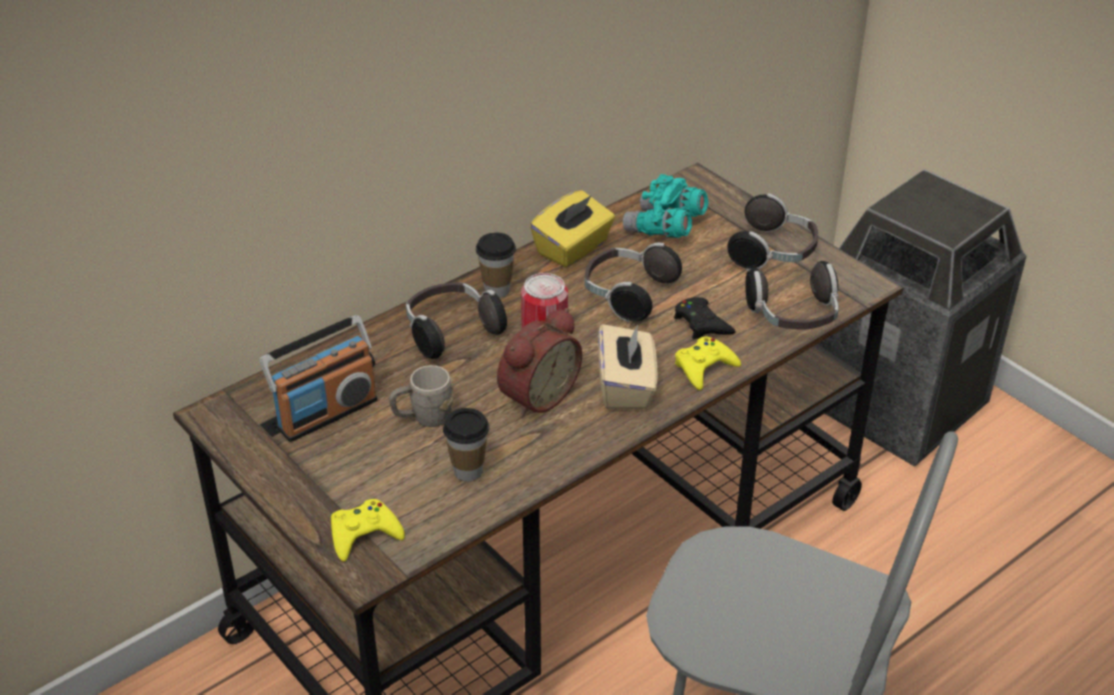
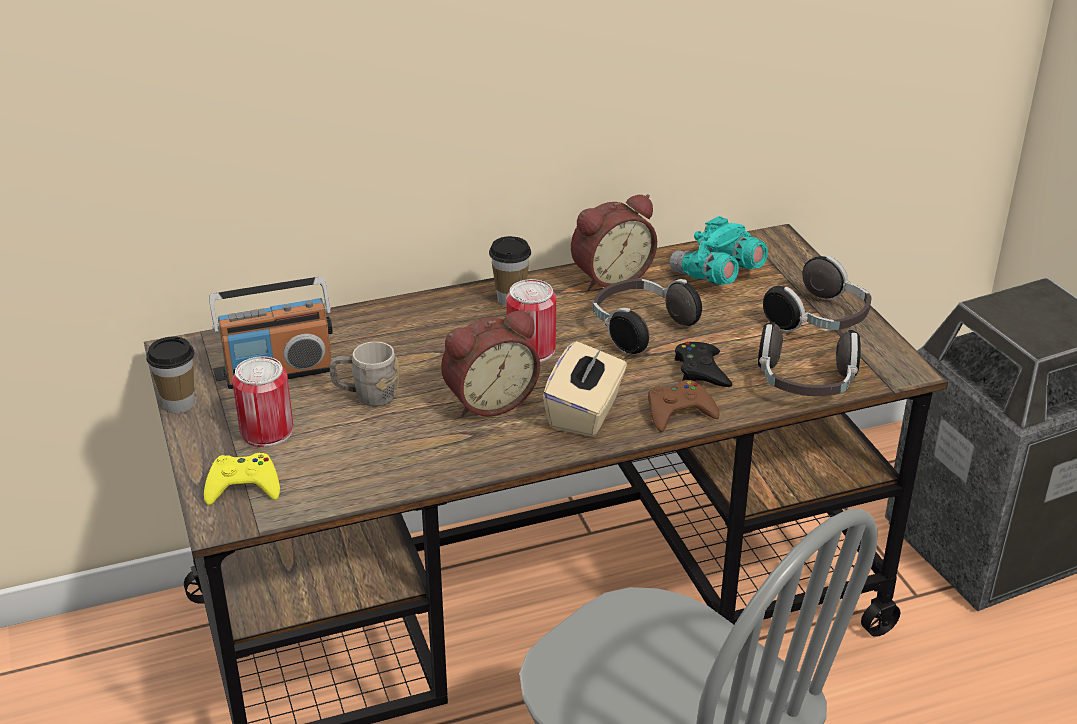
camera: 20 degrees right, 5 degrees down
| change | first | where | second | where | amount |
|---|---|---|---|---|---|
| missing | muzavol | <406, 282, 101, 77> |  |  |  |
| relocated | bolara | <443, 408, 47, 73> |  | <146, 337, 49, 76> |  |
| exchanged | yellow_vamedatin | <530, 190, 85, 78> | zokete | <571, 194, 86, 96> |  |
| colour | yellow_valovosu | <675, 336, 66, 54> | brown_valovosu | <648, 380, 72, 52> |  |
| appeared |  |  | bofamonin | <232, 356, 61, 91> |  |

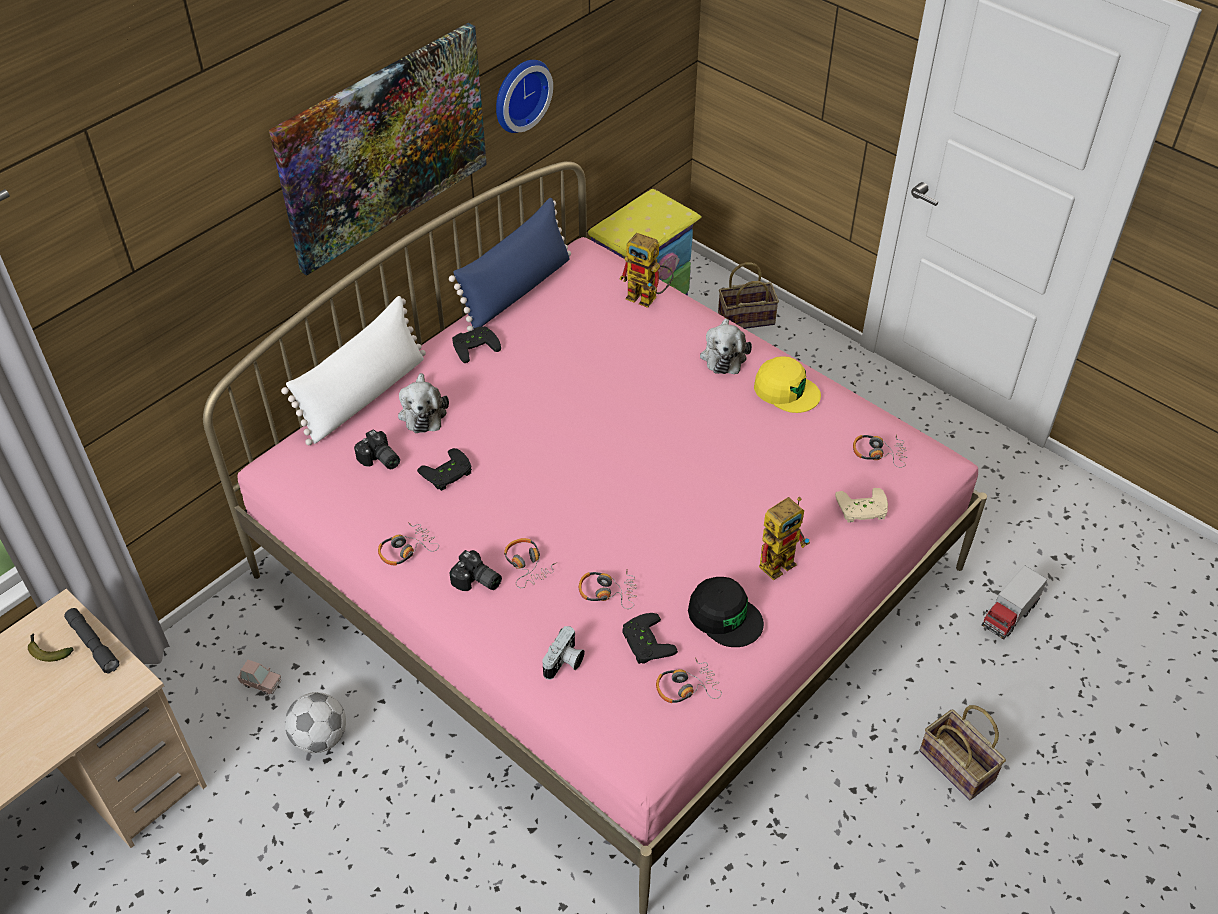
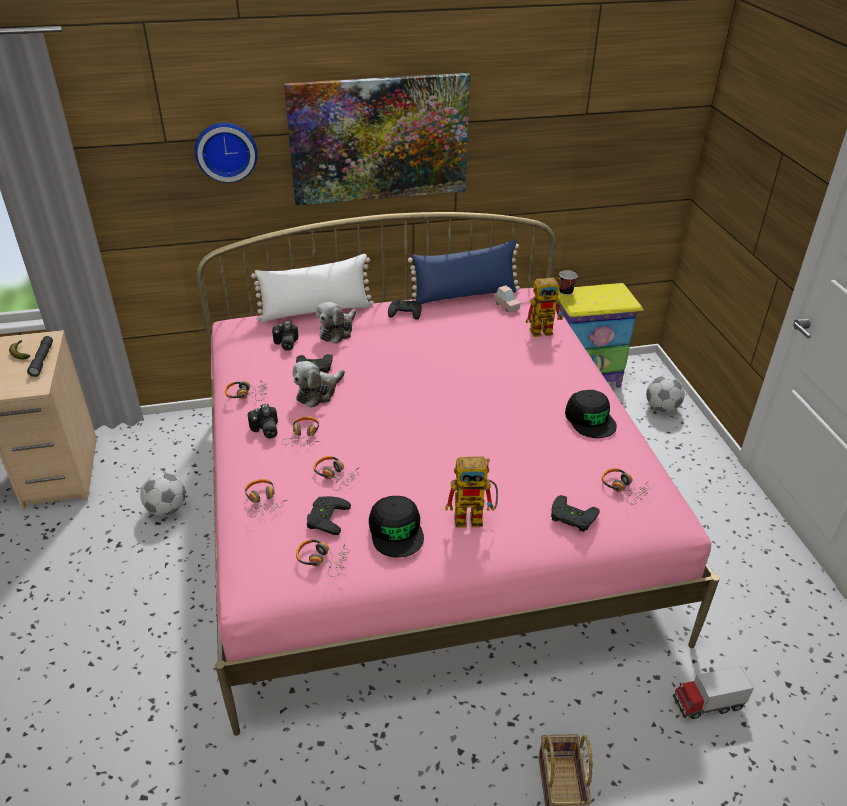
camera: 35 degrees right, 10 degrees down
| change | first | where | second | where | amount |
|---|---|---|---|---|---|
| relocated | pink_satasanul | <237, 660, 44, 35> |  | <494, 285, 27, 27> |  |
| relocated | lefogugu | <496, 60, 57, 73> |  | <195, 123, 63, 60> |  |
| exchanged | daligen | <542, 626, 43, 54> | muzavol | <245, 479, 42, 39> |  |
| spun | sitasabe | <619, 233, 55, 75> |  | <526, 277, 37, 60> | 75 degrees counterclockwise |
| relocated | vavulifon | <700, 318, 52, 56> |  | <292, 361, 53, 47> |  |
| exchanged | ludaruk | <718, 263, 61, 66> | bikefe | <646, 375, 39, 37> |  |
| colour | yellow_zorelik | <754, 356, 67, 57> | black_zorelik | <565, 390, 52, 48> |  |
| colour | beige_valovosu | <835, 488, 53, 35> | black_valovosu | <551, 495, 49, 37> |  |
| appeared |  |  | bolara | <559, 270, 19, 26> |  |

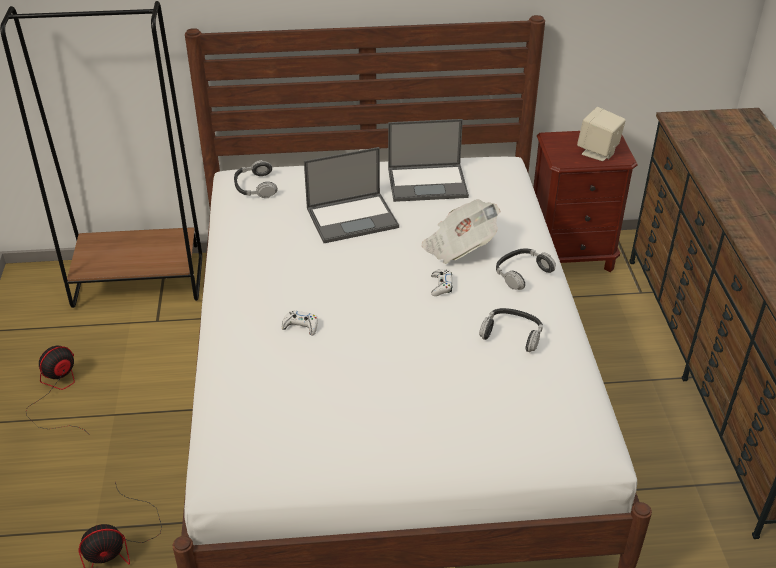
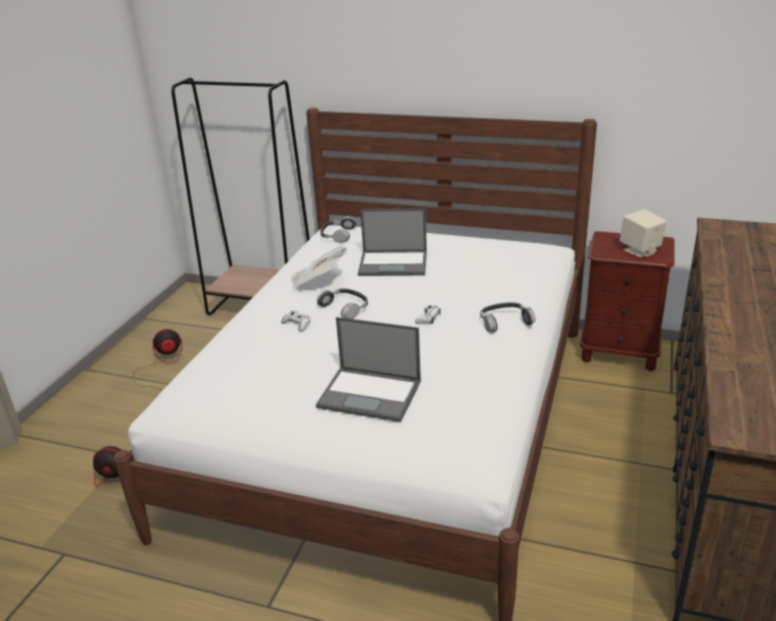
camera: 25 degrees right, 10 degrees down
| change | first | where | second | where | amount |
|---|---|---|---|---|---|
| relocated | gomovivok | <388, 119, 81, 83> |  | <316, 317, 105, 105> |  |
| relocated | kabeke | <421, 199, 80, 65> |  | <291, 245, 56, 43> |  |
| relocated | muzavol | <479, 308, 64, 44> |  | <317, 289, 51, 30> |  |

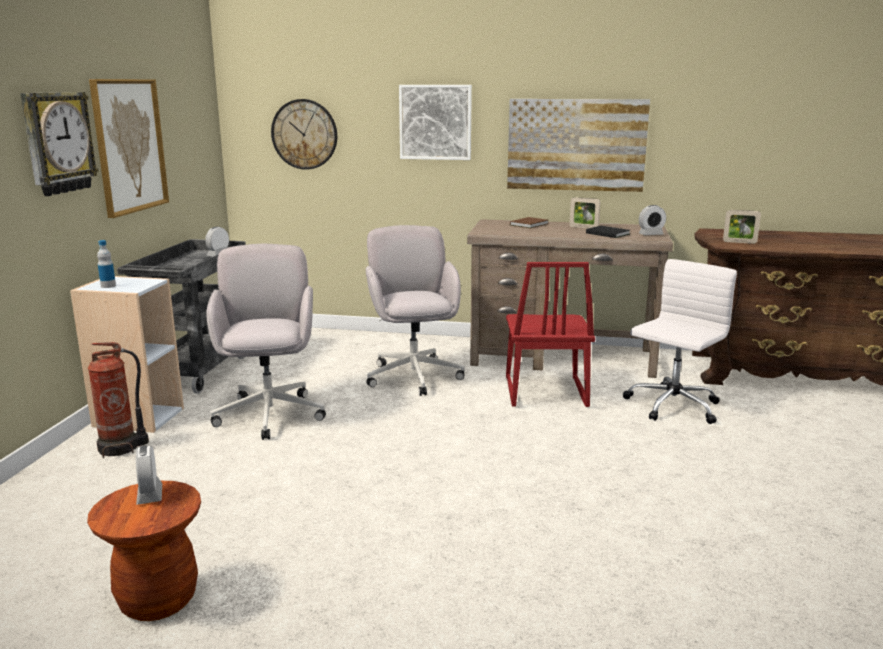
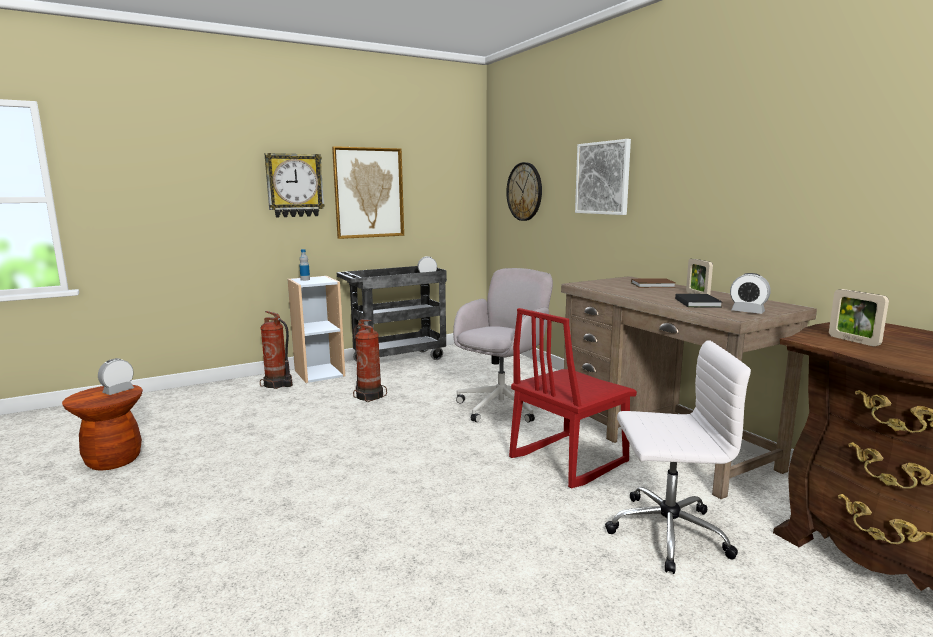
camera: 50 degrees right, 5 degrees down
| change | first | where | second | where | amount |
|---|---|---|---|---|---|
| exchanged | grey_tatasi | <207, 244, 119, 196> | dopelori | <353, 319, 34, 83> |  |
| missing | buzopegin | <507, 99, 143, 93> |  |  |  |

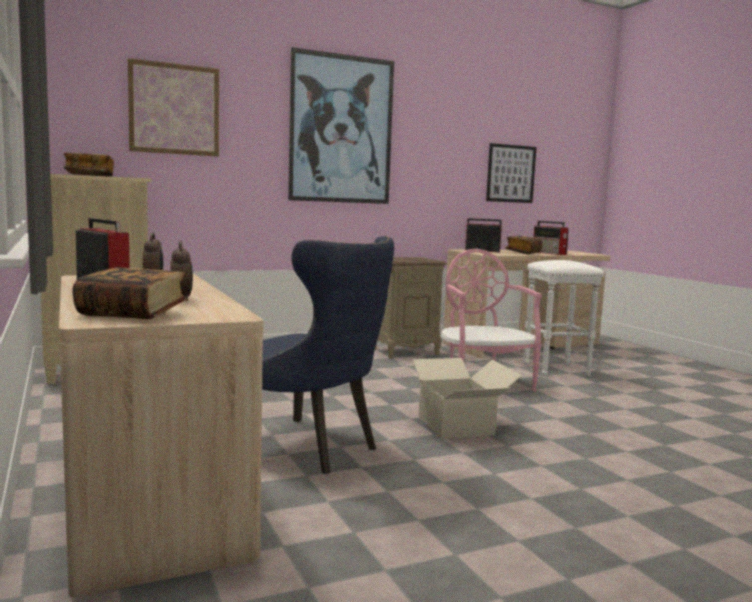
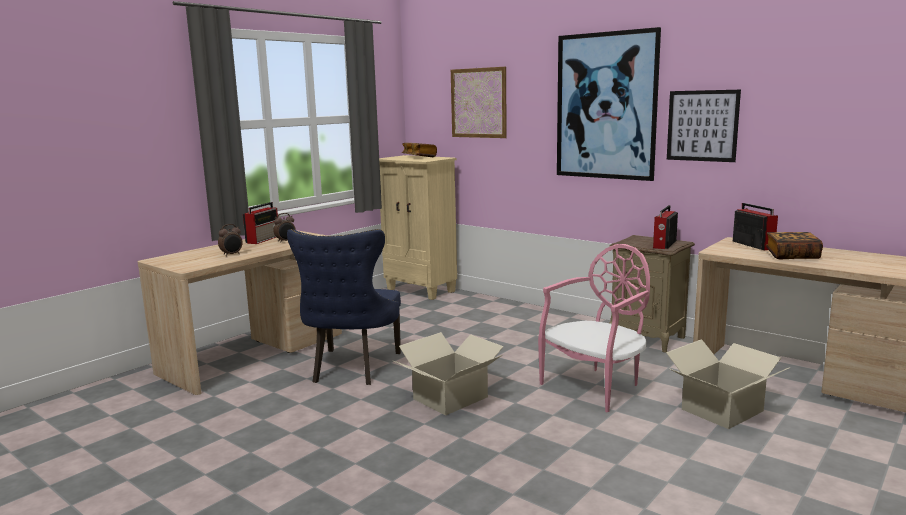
camera: 65 degrees right, 5 degrees up
| change | first | where | second | where | amount |
|---|---|---|---|---|---|
| missing | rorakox | <72, 267, 115, 52> |  |  |  |
| relocated | buzopegin | <486, 143, 50, 60> |  | <667, 90, 74, 72> |  |
| exchanged | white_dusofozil | <524, 260, 80, 116> | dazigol | <666, 339, 125, 90> |  |
| relocated | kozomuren | <534, 221, 35, 34> |  | <653, 205, 25, 44> |  |

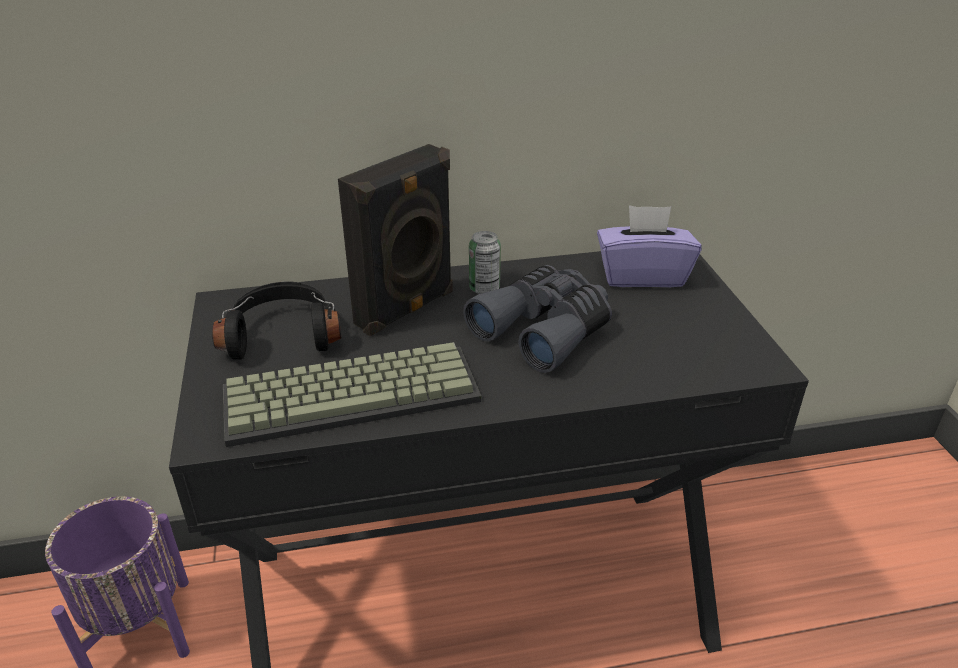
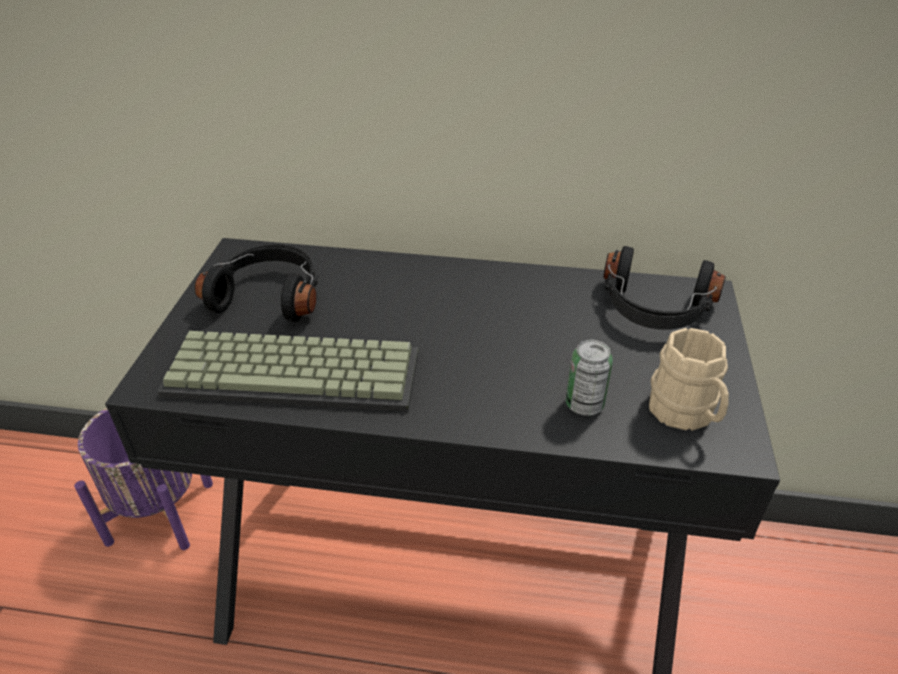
camera: 20 degrees right, 5 degrees up
| change | first | where | second | where | amount |
|---|---|---|---|---|---|
| missing | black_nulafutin | <338, 144, 115, 192> |  |  |  |
| missing | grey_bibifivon | <463, 265, 149, 108> |  |  |  |
| relocated | bofamonin | <469, 231, 32, 63> |  | <566, 340, 47, 76> |  |
| exchanged | purple_vamedatin | <597, 205, 105, 82> | black_muzavol | <603, 246, 123, 84> |  |
| appeared |  |  | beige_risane | <649, 328, 80, 103> |  |

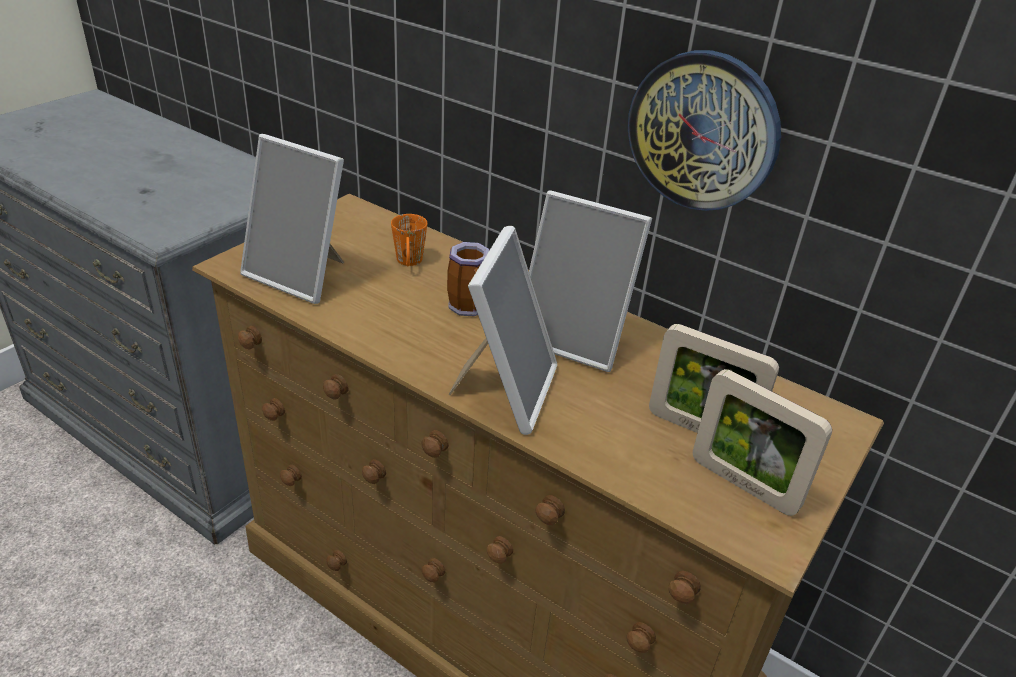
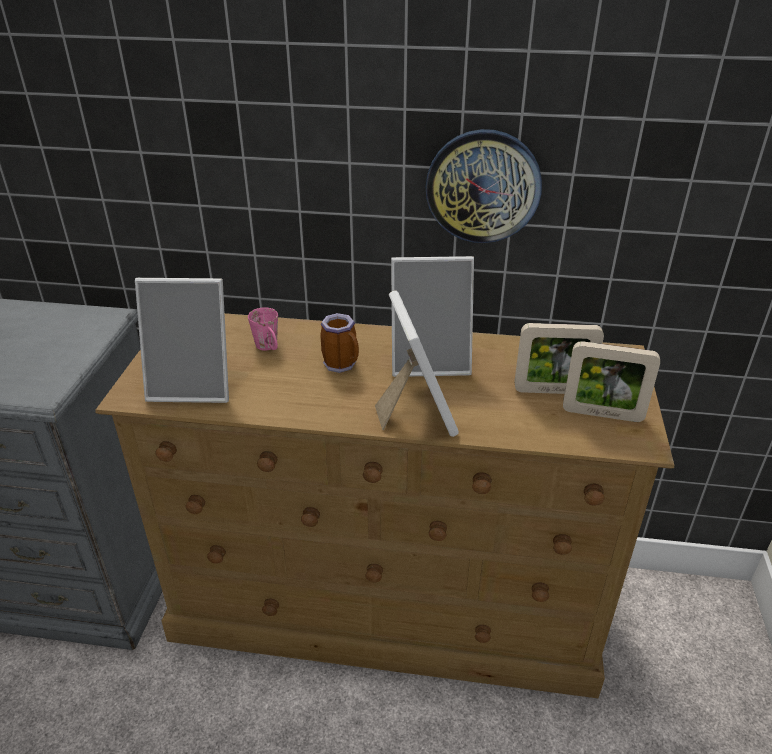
camera: 25 degrees left, 0 degrees up
| change | first | where | second | where | amount |
|---|---|---|---|---|---|
| colour | orange_risane | <391, 214, 36, 52> | pink_risane | <248, 307, 30, 44> |  |

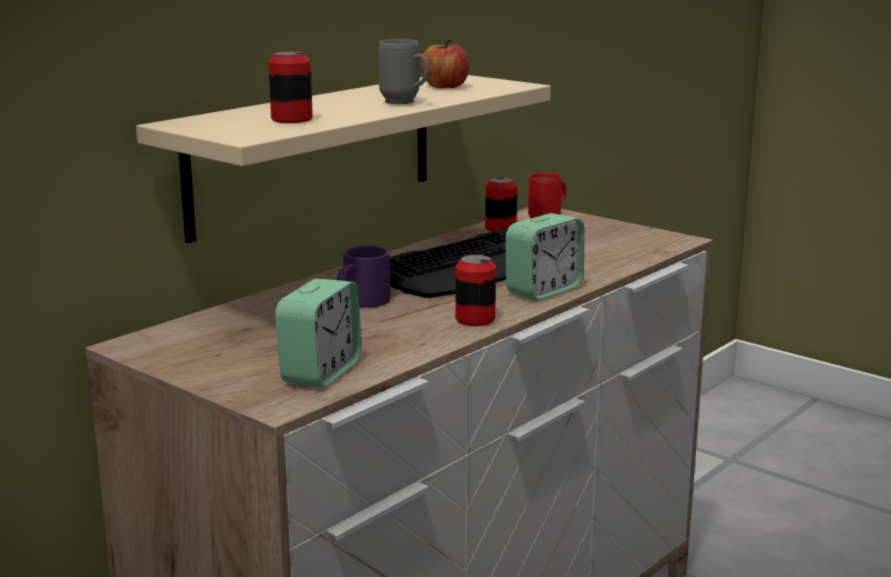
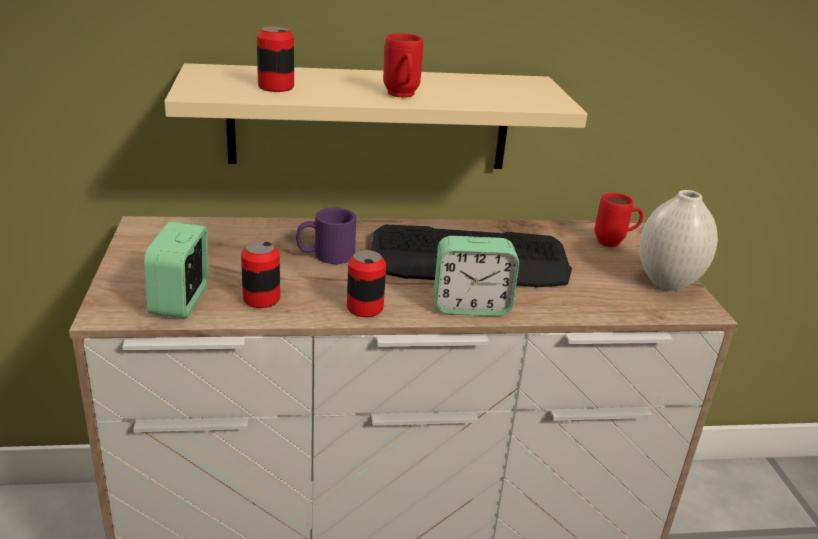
camera: 40 degrees right, 10 degrees up
| change | first | where | second | where | amount |
|---|---|---|---|---|---|
| spun | zokete | <275, 279, 87, 108> |  | <144, 222, 65, 96> | 120 degrees clockwise |
| colour | grey_risane | <378, 39, 51, 65> | red_risane | <383, 33, 40, 65> |  |
| missing | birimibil | <421, 39, 48, 49> |  |  |  |
| relocated | bofamonin | <485, 178, 32, 54> |  | <241, 241, 39, 67> |  |
| appeared |  |  | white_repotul | <639, 190, 79, 101> |  |

